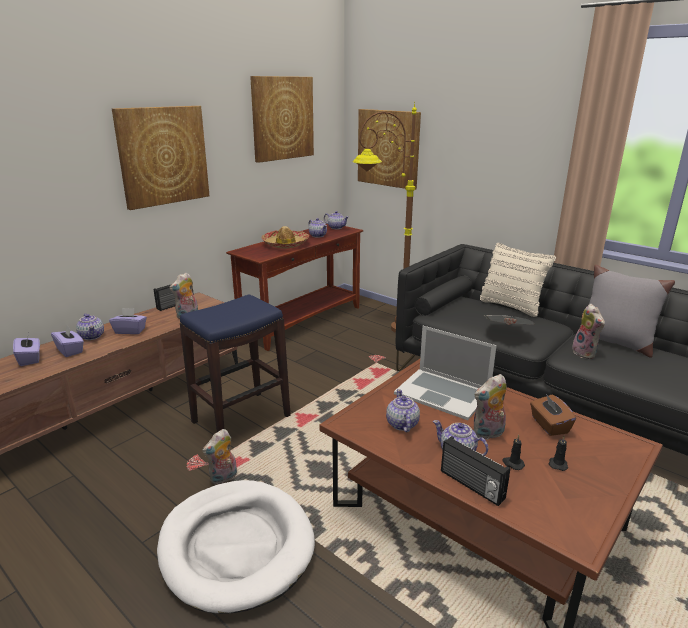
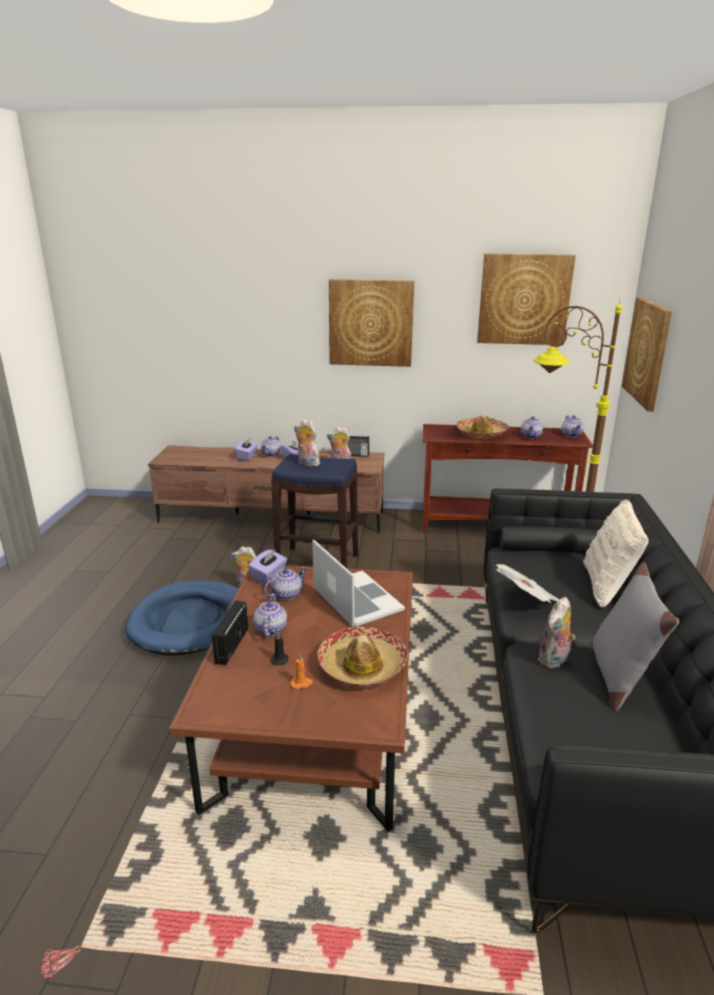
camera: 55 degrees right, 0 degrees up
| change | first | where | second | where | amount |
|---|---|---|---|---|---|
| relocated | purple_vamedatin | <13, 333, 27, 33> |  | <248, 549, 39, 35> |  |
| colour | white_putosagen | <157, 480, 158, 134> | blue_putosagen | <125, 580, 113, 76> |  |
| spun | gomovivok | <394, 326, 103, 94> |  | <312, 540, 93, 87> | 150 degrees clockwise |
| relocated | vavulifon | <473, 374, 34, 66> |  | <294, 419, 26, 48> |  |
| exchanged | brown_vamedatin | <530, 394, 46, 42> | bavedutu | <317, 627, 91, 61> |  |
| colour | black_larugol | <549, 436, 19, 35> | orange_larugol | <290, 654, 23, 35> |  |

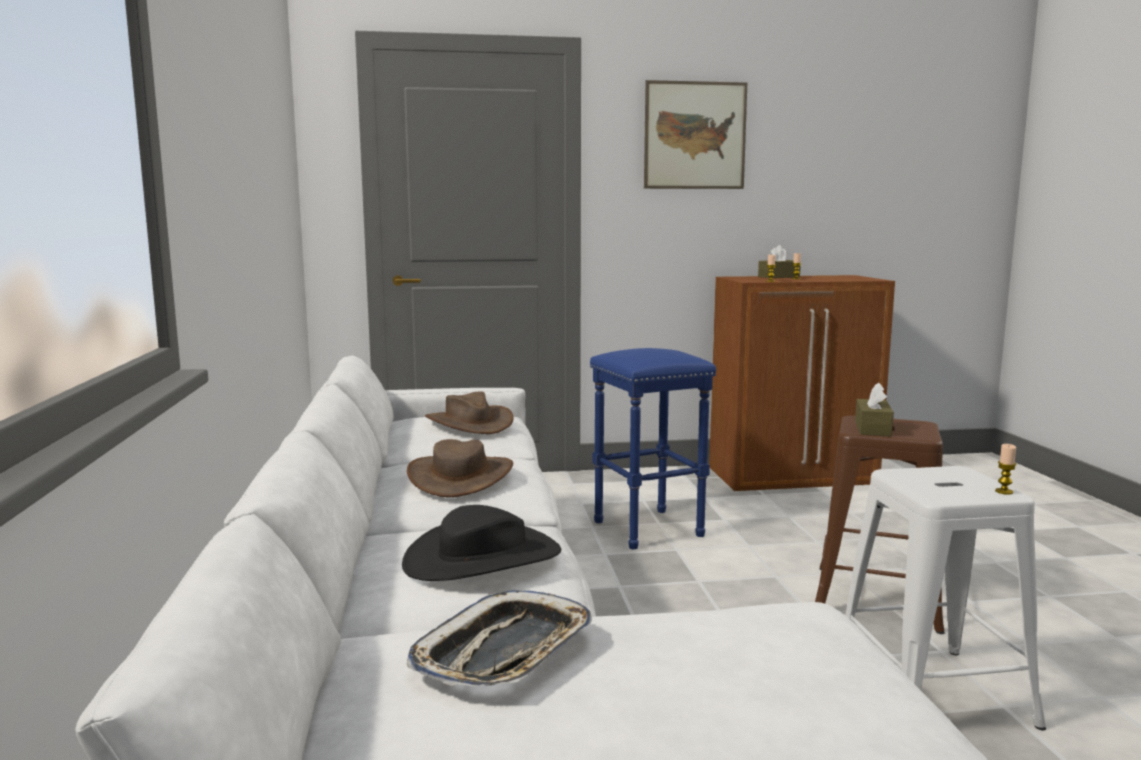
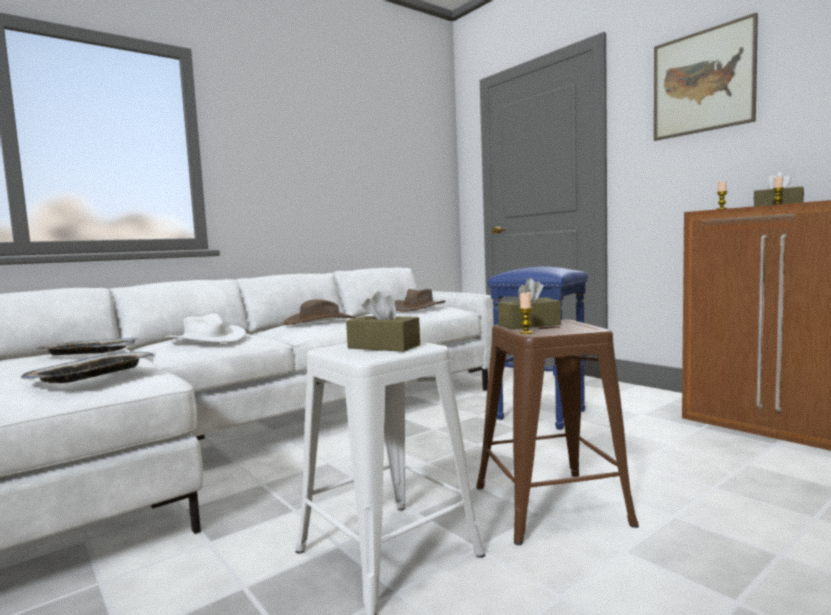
camera: 60 degrees right, 5 degrees down
| change | first | where | second | where | amount |
|---|---|---|---|---|---|
| colour | black_bavedutu | <402, 505, 159, 76> | white_bavedutu | <165, 313, 81, 30> |  |
| relocated | larugol | <995, 444, 22, 51> |  | <519, 292, 14, 42> |  |
| appeared |  |  | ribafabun | <20, 352, 134, 31> |  |
| appeared |  |  | brown_vamedatin | <346, 291, 74, 61> |  |

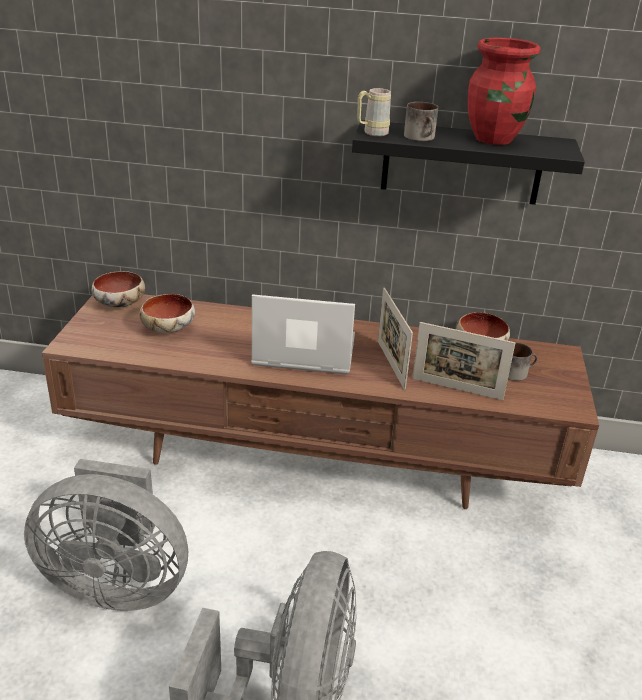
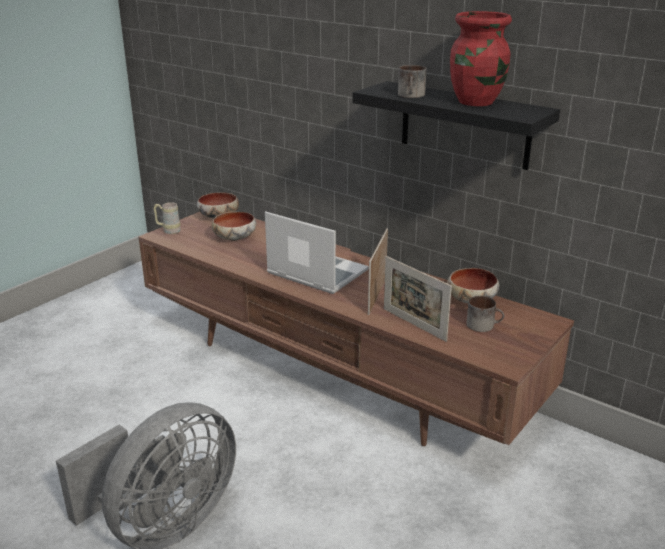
camera: 30 degrees right, 5 degrees down
| change | first | where | second | where | amount |
|---|---|---|---|---|---|
| missing | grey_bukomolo | <24, 459, 164, 152> |  |  |  |
| relocated | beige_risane | <357, 88, 34, 48> |  | <154, 202, 27, 32> |  |

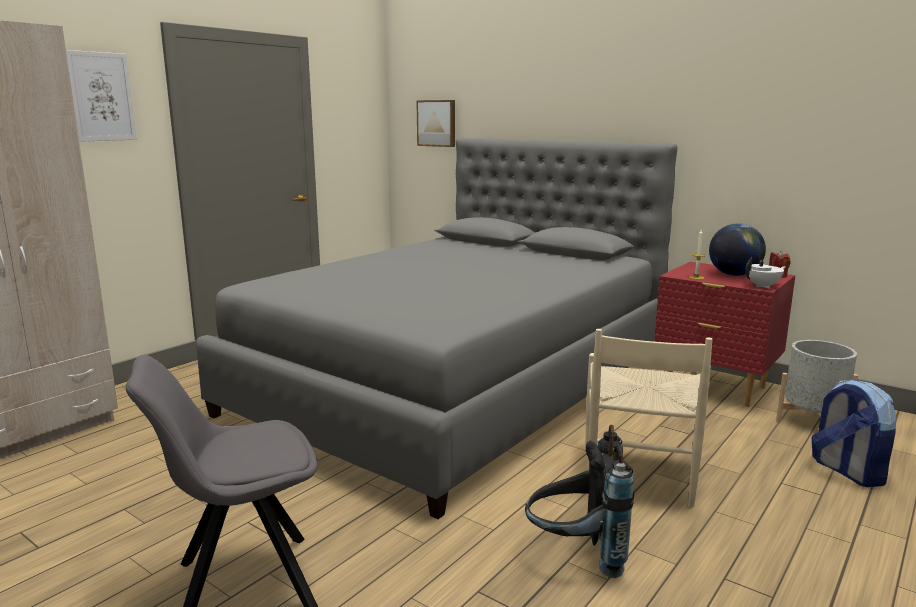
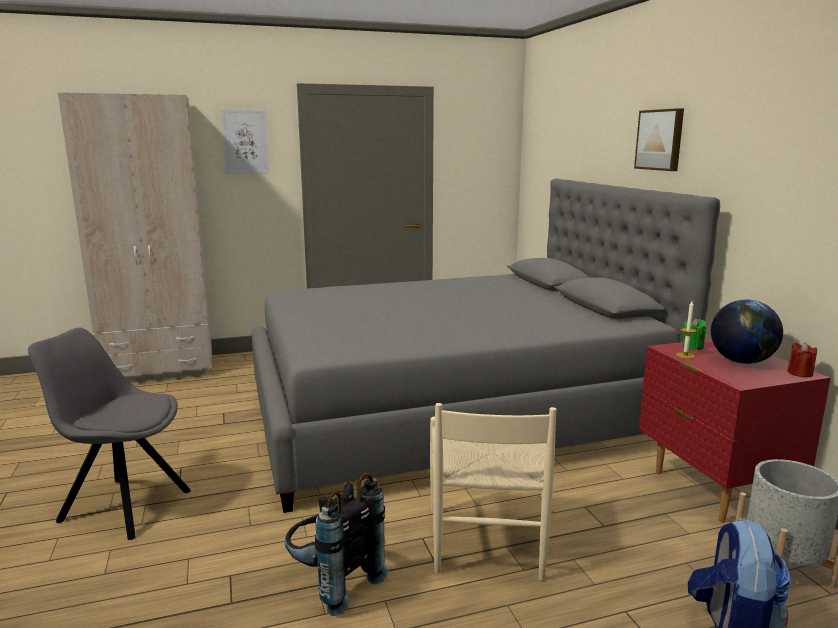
camera: 35 degrees right, 0 degrees up
| change | first | where | second | where | amount |
|---|---|---|---|---|---|
| relocated | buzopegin | <416, 100, 39, 47> |  | <634, 108, 50, 63> |  |
| spun | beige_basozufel | <585, 329, 128, 179> |  | <430, 403, 126, 177> | 45 degrees counterclockwise |
| missing | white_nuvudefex | <745, 258, 41, 31> |  |  |  |
| appeared |  |  | green_larugol | <683, 319, 23, 31> |  |

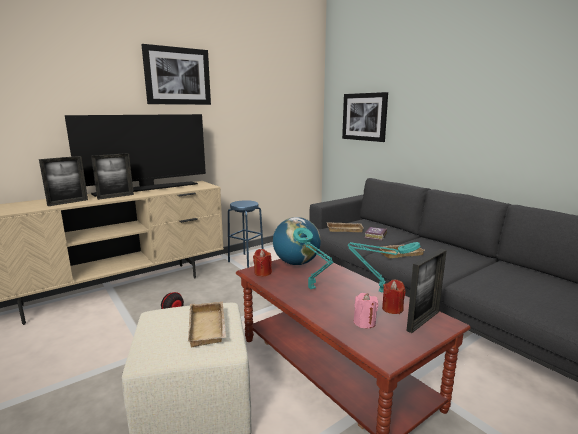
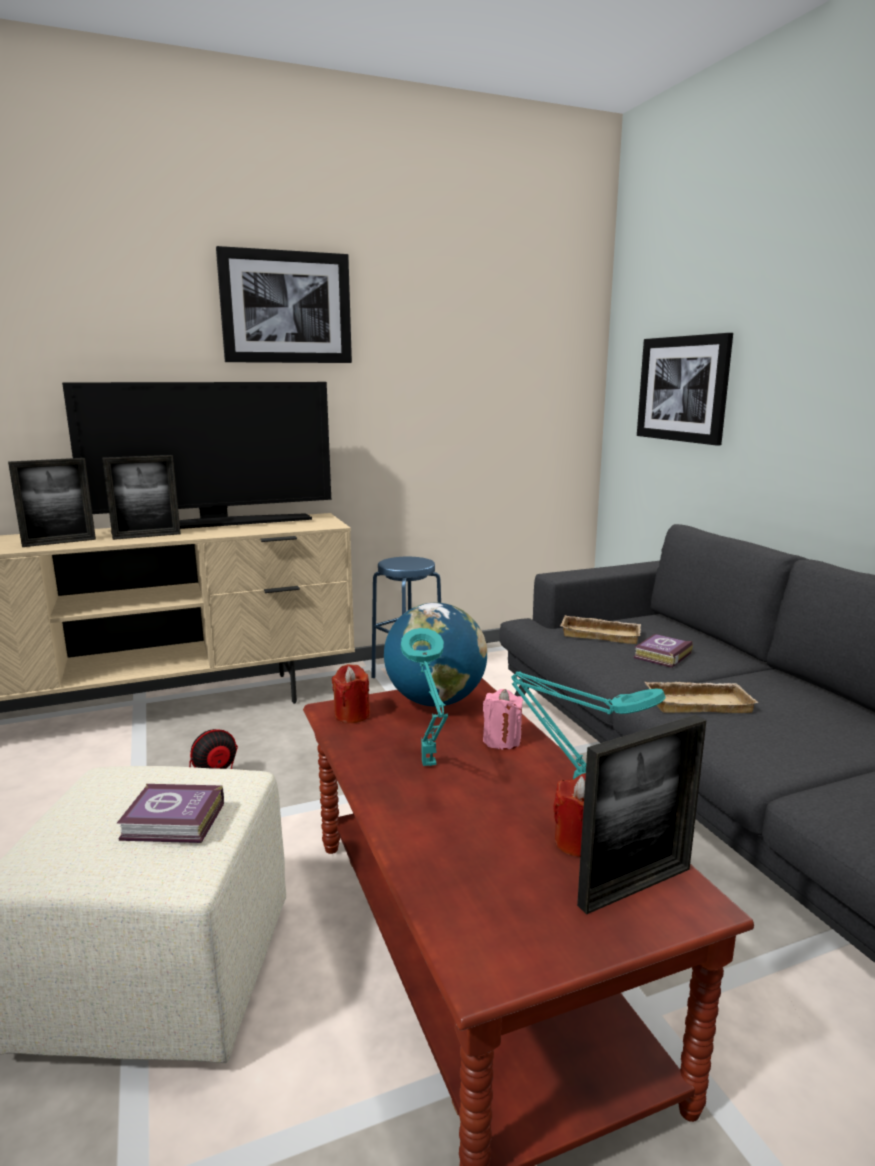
camera: 15 degrees right, 0 degrees up
| change | first | where | second | where | amount |
|---|---|---|---|---|---|
| exchanged | beige_ribafabun | <188, 302, 39, 45> | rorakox | <117, 784, 107, 59> |  |
| relocated | pink_larugol | <354, 293, 24, 35> |  | <483, 689, 41, 61> |  |

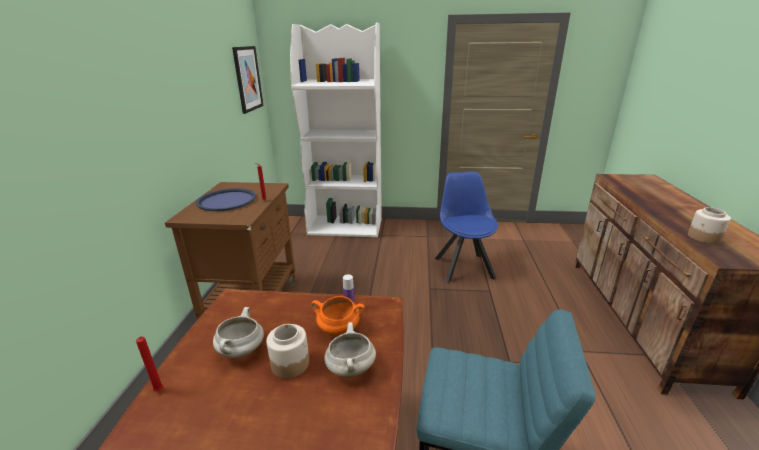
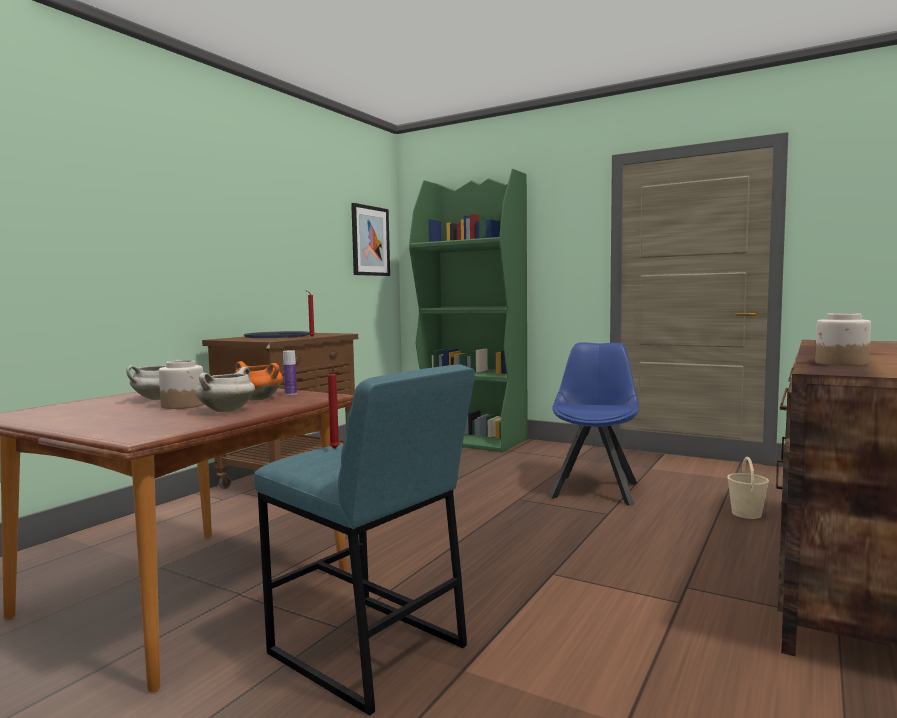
camera: 25 degrees right, 20 degrees down
| change | first | where | second | where | amount |
|---|---|---|---|---|---|
| relocated | red_larugol | <136, 336, 27, 56> |  | <328, 367, 12, 82> |  |
| colour | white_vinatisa | <290, 22, 92, 215> | green_vinatisa | <409, 169, 119, 283> |  |
| appeared |  |  | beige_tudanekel | <727, 457, 42, 62> |  |

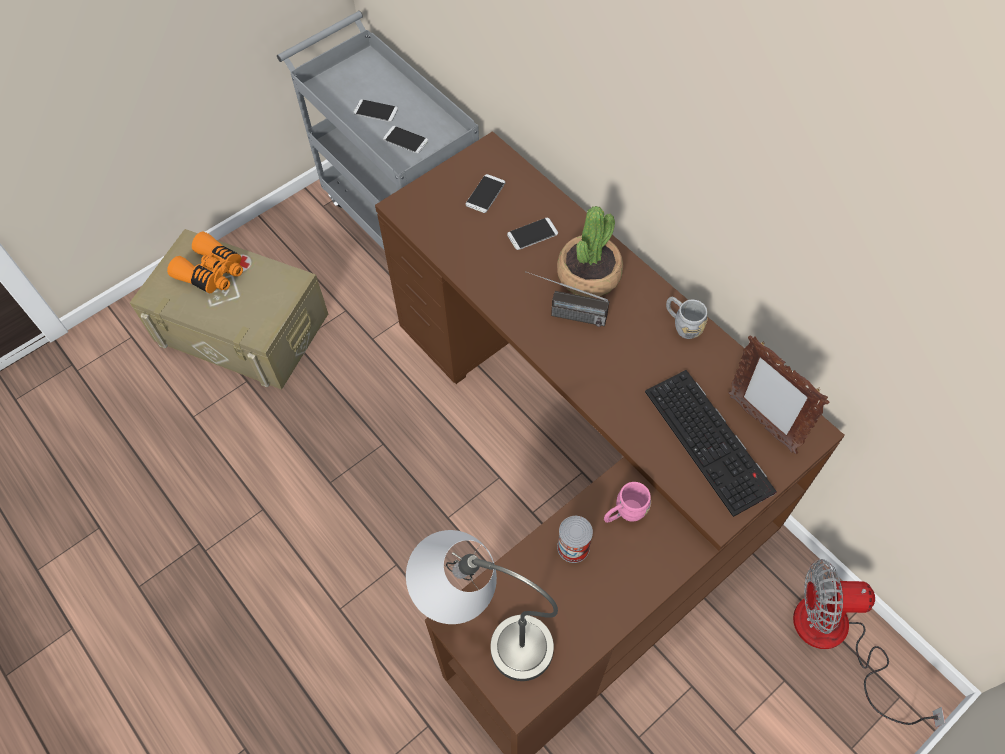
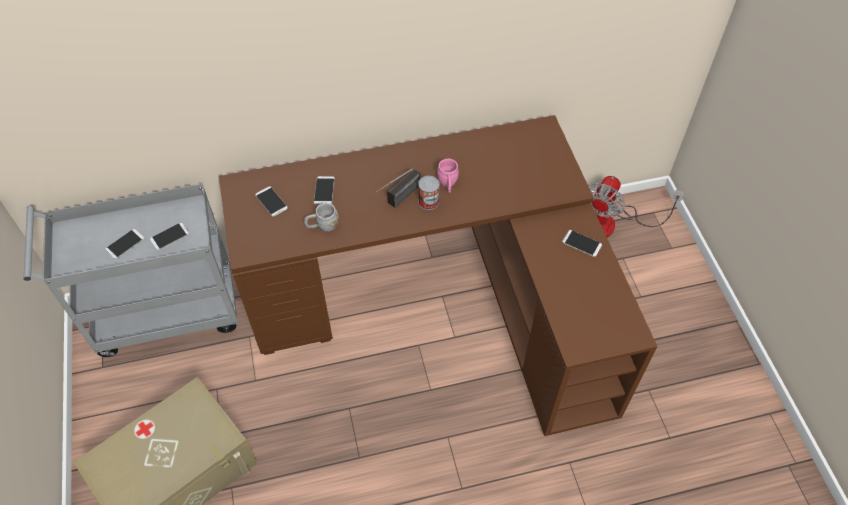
camera: 65 degrees left, 5 degrees down
| change | first | where | second | where | amount |
|---|---|---|---|---|---|
| missing | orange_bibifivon | <167, 231, 76, 62> |  |  |  |
| missing | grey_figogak | <406, 530, 152, 151> |  |  |  |
| missing | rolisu | <557, 206, 66, 92> |  |  |  |
| relocated | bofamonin | <557, 516, 36, 47> |  | <418, 176, 21, 34> |  |
| relocated | pink_risane | <604, 482, 47, 41> |  | <437, 159, 22, 34> |  |
| missing | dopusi | <645, 370, 132, 147> |  |  |  |
| relocated | grey_risane | <666, 297, 42, 42> |  | <304, 203, 34, 29> |  |
| missing | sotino | <728, 335, 102, 119> |  |  |  |
| appeared |  |  | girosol | <562, 230, 40, 27> |  |

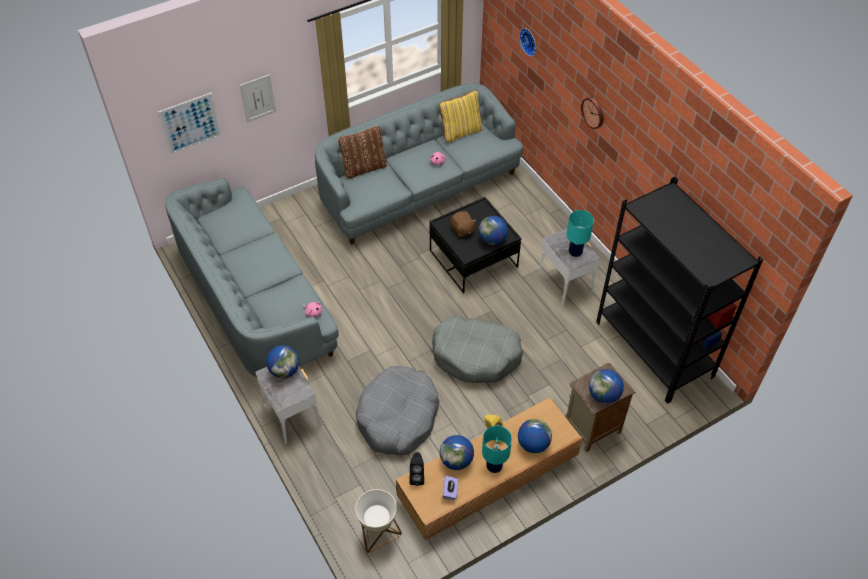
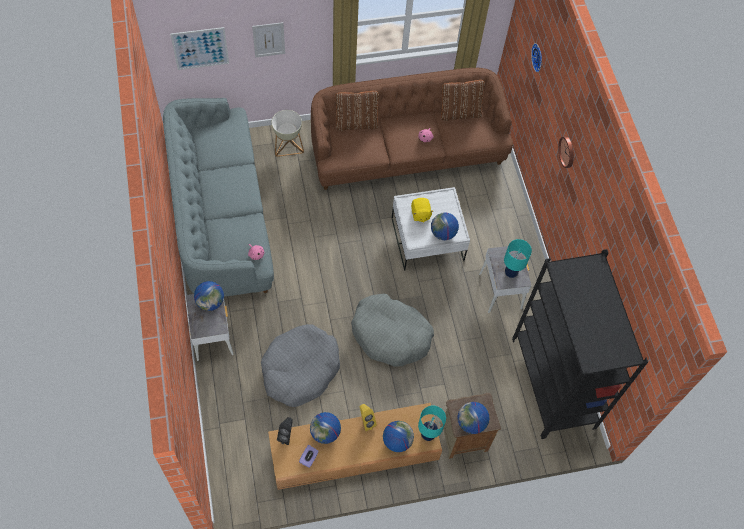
camera: 15 degrees right, 10 degrees up
| change | first | where | second | where | amount |
|---|---|---|---|---|---|
| colour | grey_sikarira | <315, 83, 208, 162> | brown_sikarira | <311, 68, 202, 122> |  |
| relocated | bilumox | <355, 489, 47, 64> |  | <271, 110, 33, 47> |  |
| colour | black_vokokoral | <429, 197, 92, 96> | white_vokokoral | <392, 187, 78, 84> |  |
| colour | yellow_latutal | <439, 90, 44, 52> | brown_latutal | <441, 80, 44, 41> |  |
| colour | brown_vavulifon | <451, 211, 25, 26> | yellow_vavulifon | <411, 198, 23, 24> |  |
| relocated | turquoise_figogak | <482, 426, 30, 47> |  | <418, 406, 28, 35> |  |

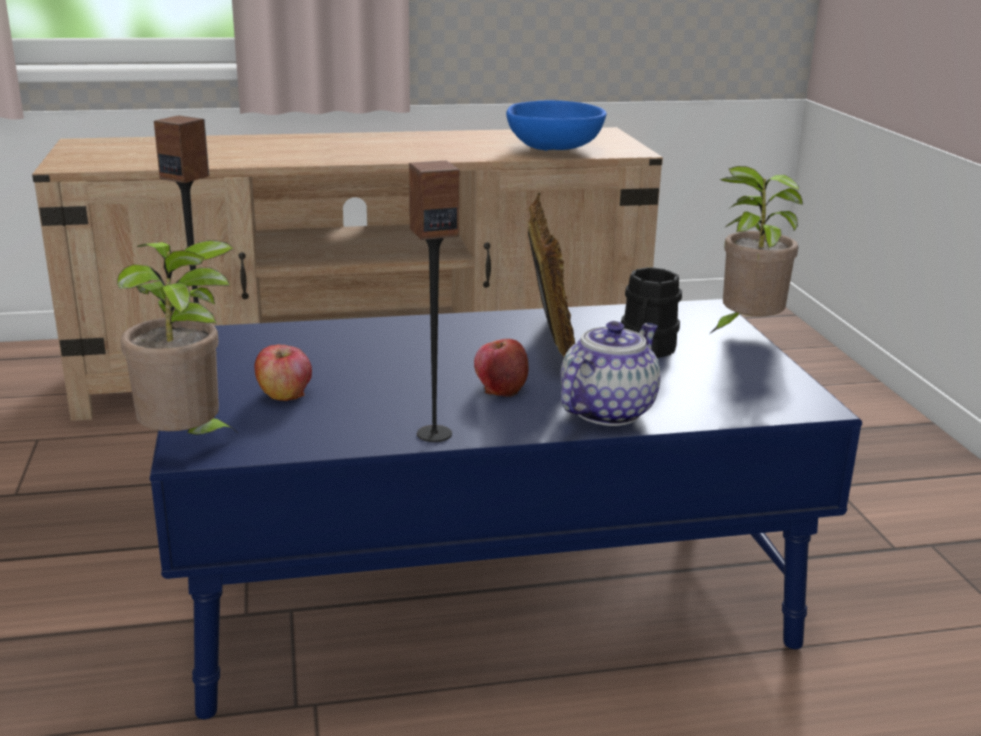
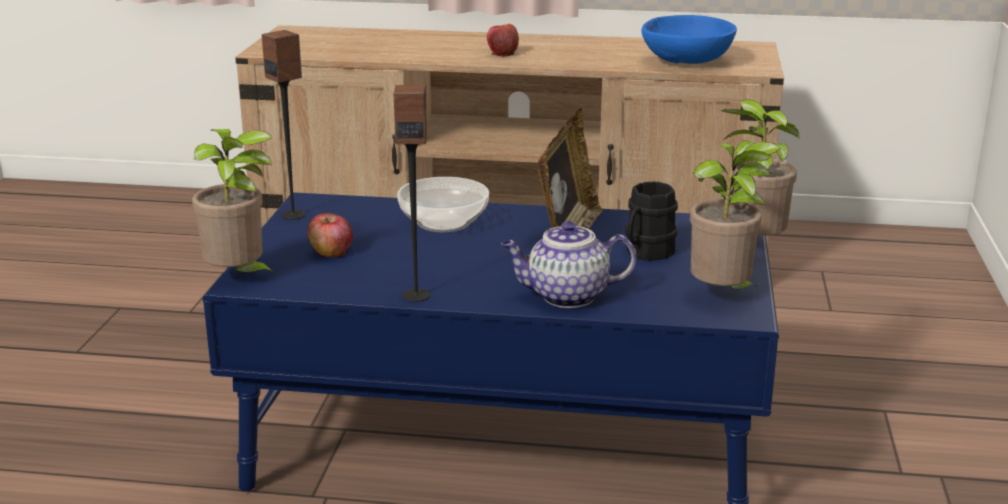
camera: 20 degrees right, 0 degrees up
| change | first | where | second | where | amount |
|---|---|---|---|---|---|
| relocated | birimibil | <474, 339, 54, 58> |  | <487, 24, 32, 33> |  |
| spun | nuvudefex | <560, 321, 101, 105> |  | <501, 221, 136, 87> | 150 degrees counterclockwise |
| appeared |  |  | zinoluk | <397, 177, 92, 55> |  |
| appeared |  |  | rolisu | <690, 142, 91, 148> |  |

